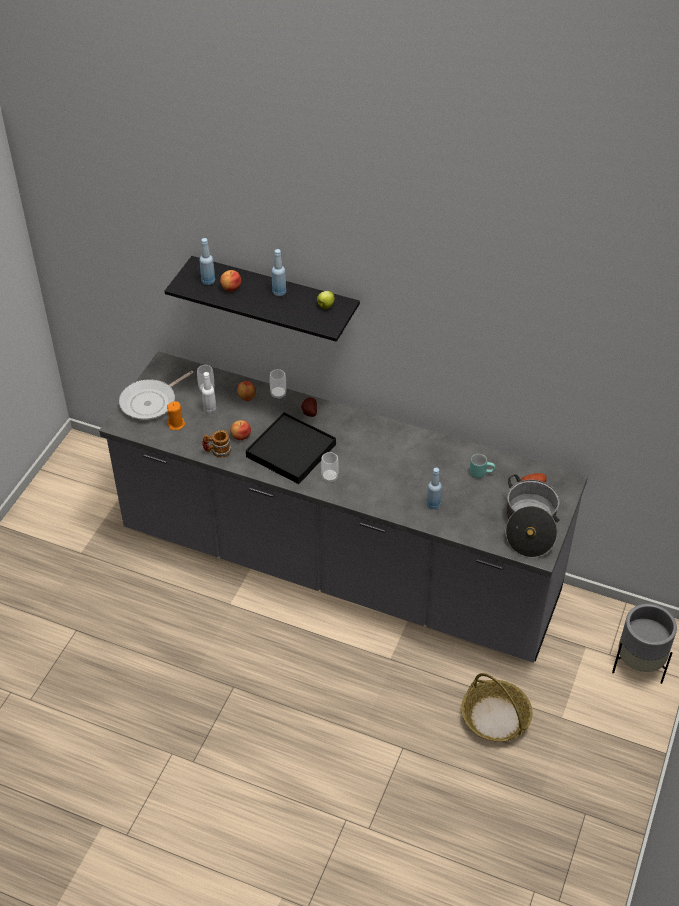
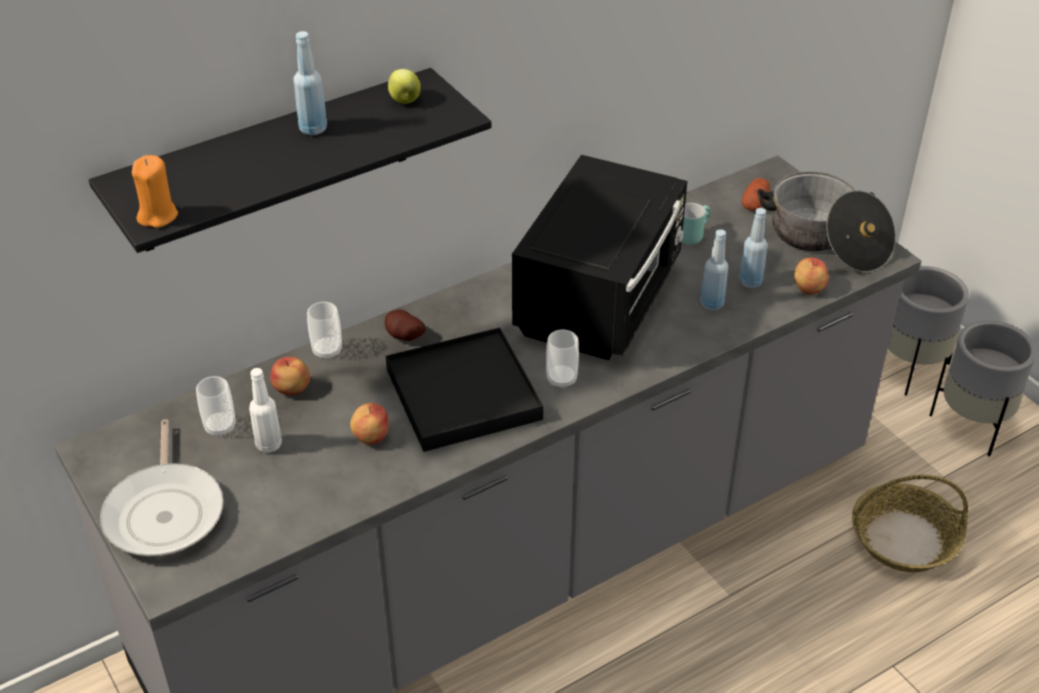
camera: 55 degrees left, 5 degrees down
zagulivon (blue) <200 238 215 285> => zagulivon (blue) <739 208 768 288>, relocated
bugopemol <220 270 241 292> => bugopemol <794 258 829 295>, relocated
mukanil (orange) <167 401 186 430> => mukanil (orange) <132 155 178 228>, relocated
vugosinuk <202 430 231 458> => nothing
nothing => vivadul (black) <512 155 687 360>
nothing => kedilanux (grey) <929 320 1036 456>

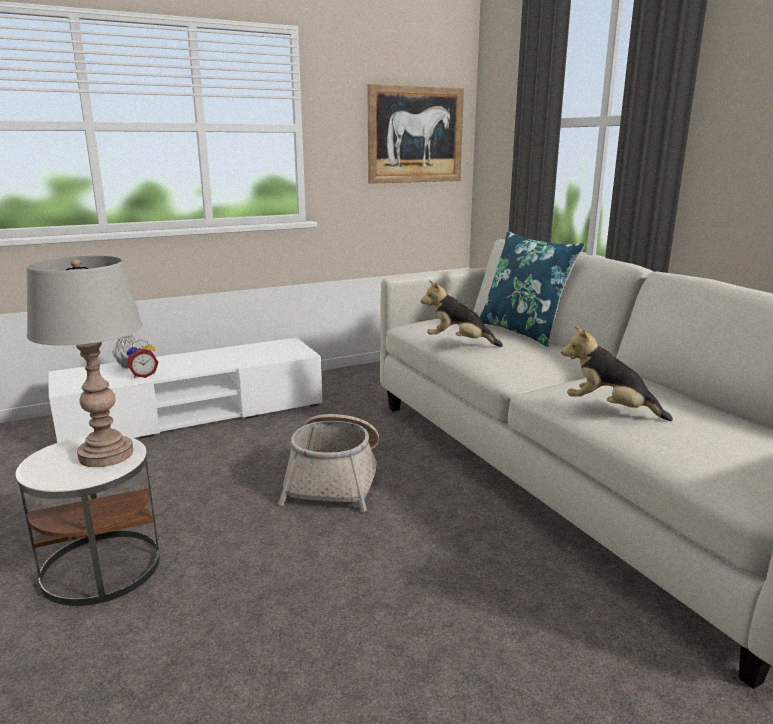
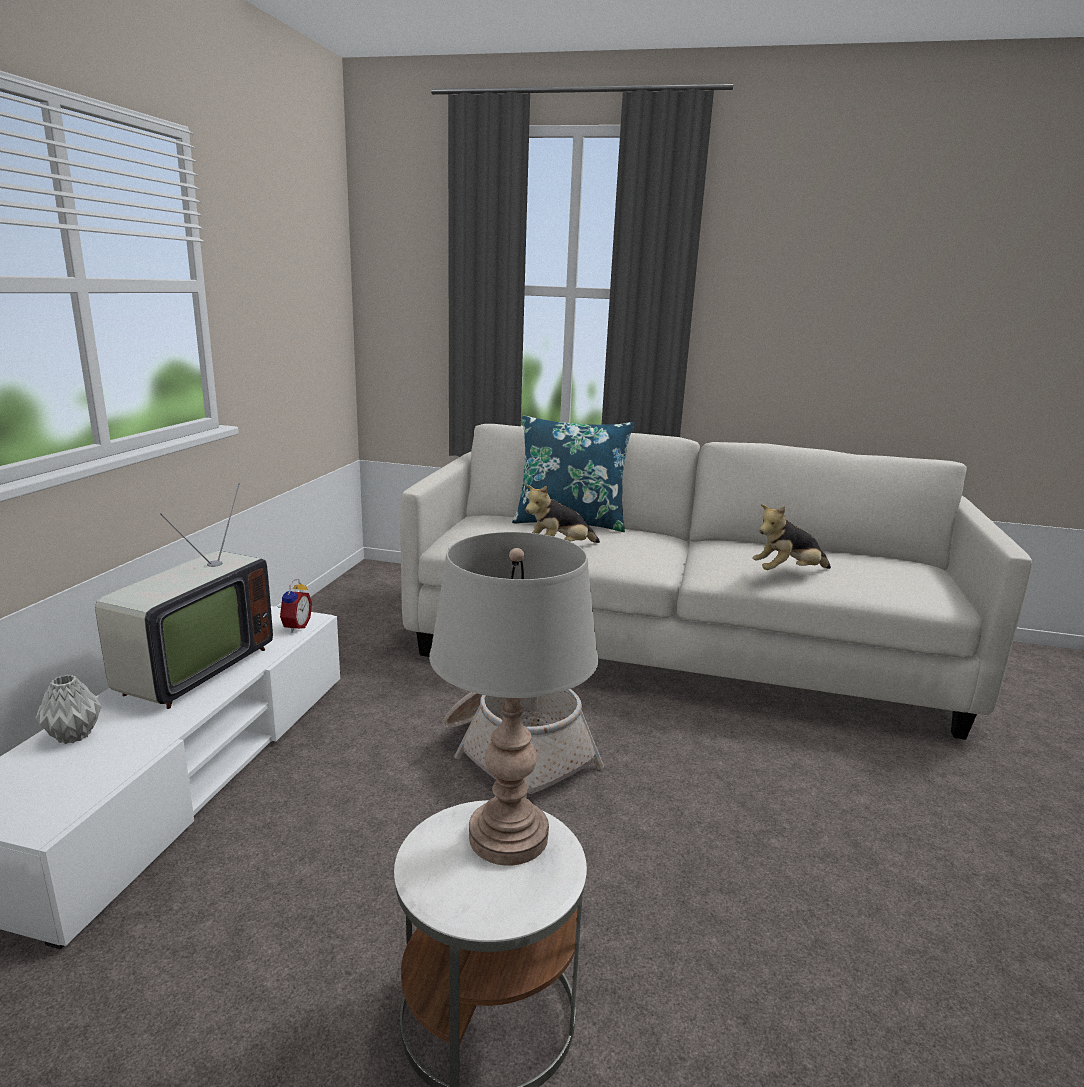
camera: 50 degrees left, 0 degrees up
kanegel <367 84 464 184> => nothing
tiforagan <127 340 158 378> => tiforagan <280 579 312 633>, relocated
nothing => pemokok <95 483 273 709>

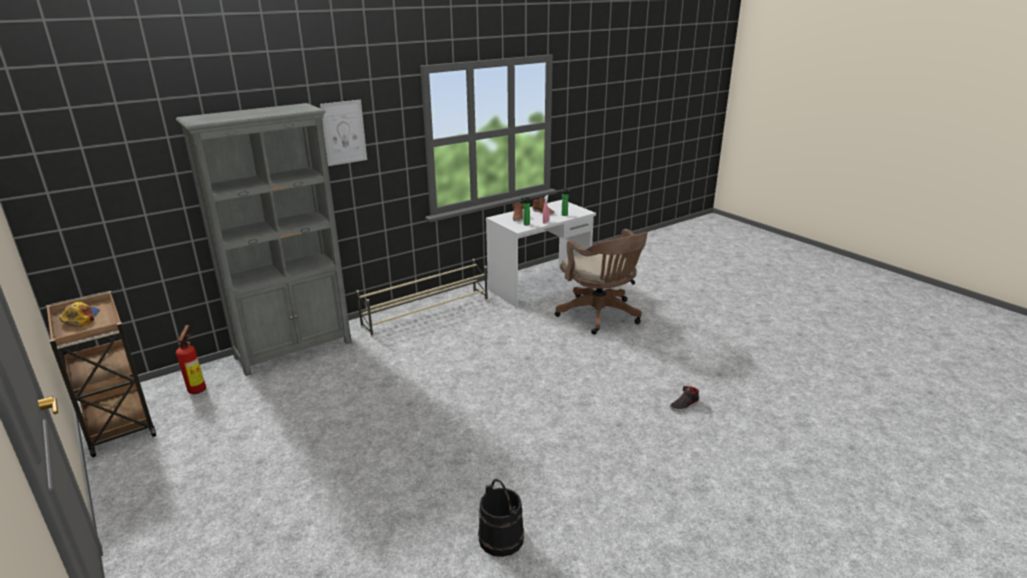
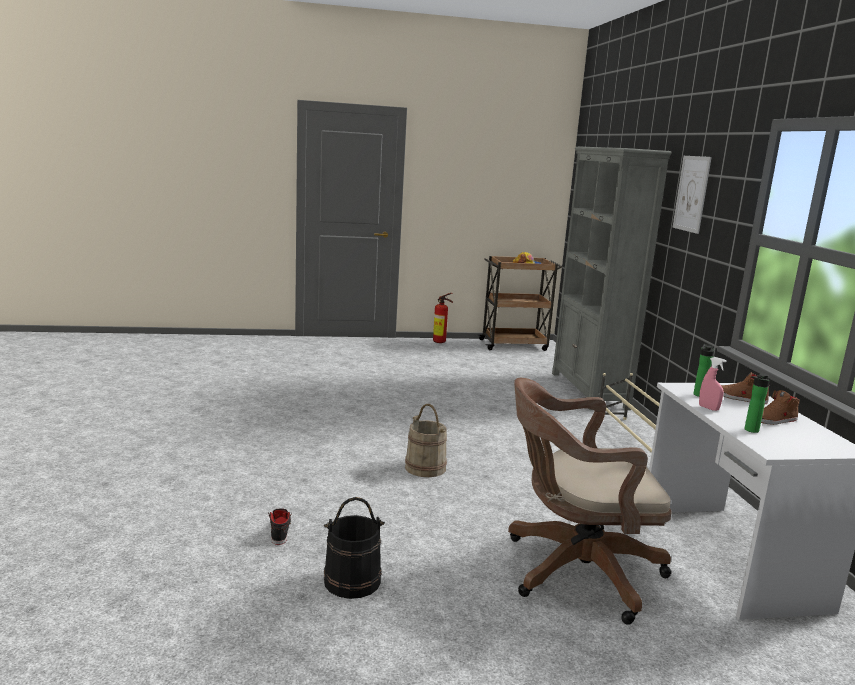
camera: 115 degrees right, 10 degrees down
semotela <175 325 206 394> => semotela <433 293 453 343>, relocated
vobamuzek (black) <478 479 524 557> => vobamuzek (black) <324 497 385 599>, relocated
nothing => vobamuzek (beige) <405 404 447 477>

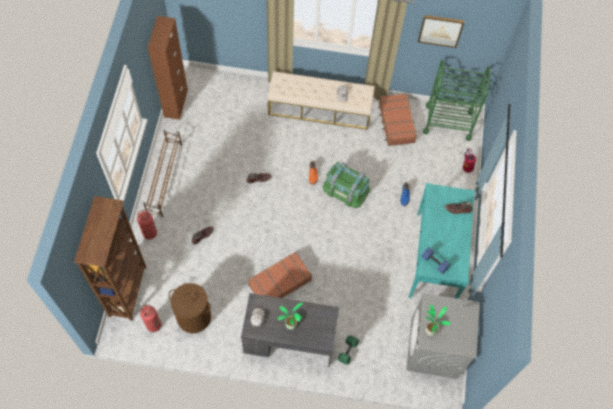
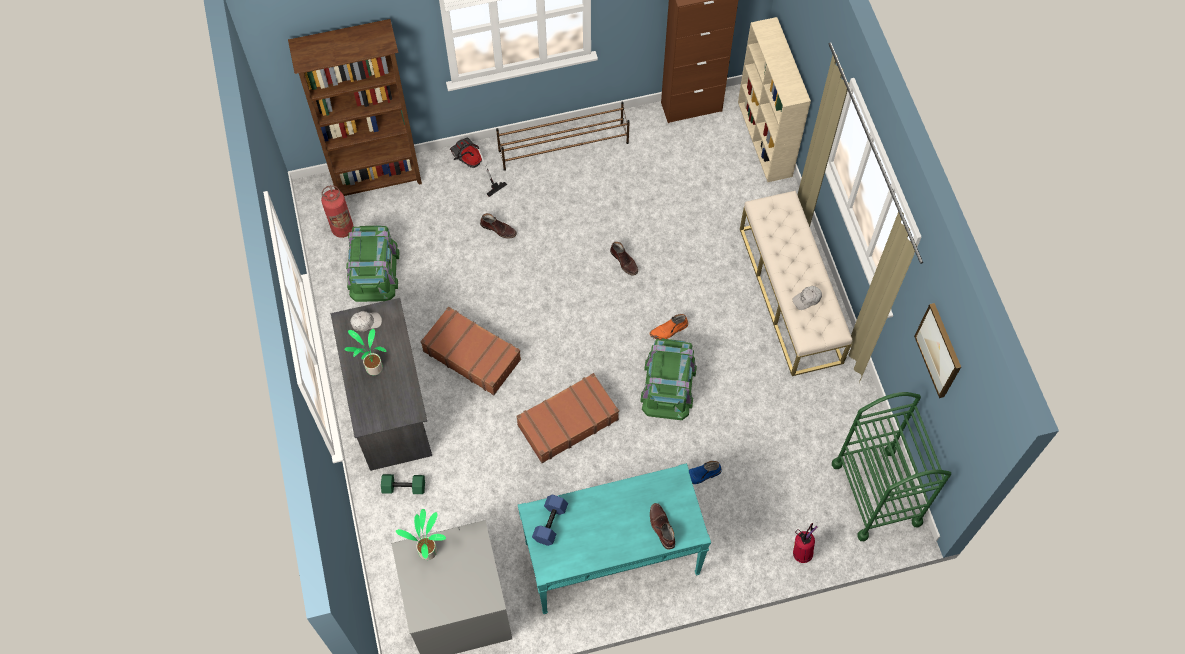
camera: 70 degrees right, 0 degrees up
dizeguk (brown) <378 94 417 146> => dizeguk (brown) <516 373 619 463>, relocated
semotela <137 210 157 240> => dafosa <450 138 507 197>
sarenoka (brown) <168 283 211 333> => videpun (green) <346 226 399 302>
nothing => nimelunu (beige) <738 17 811 182>

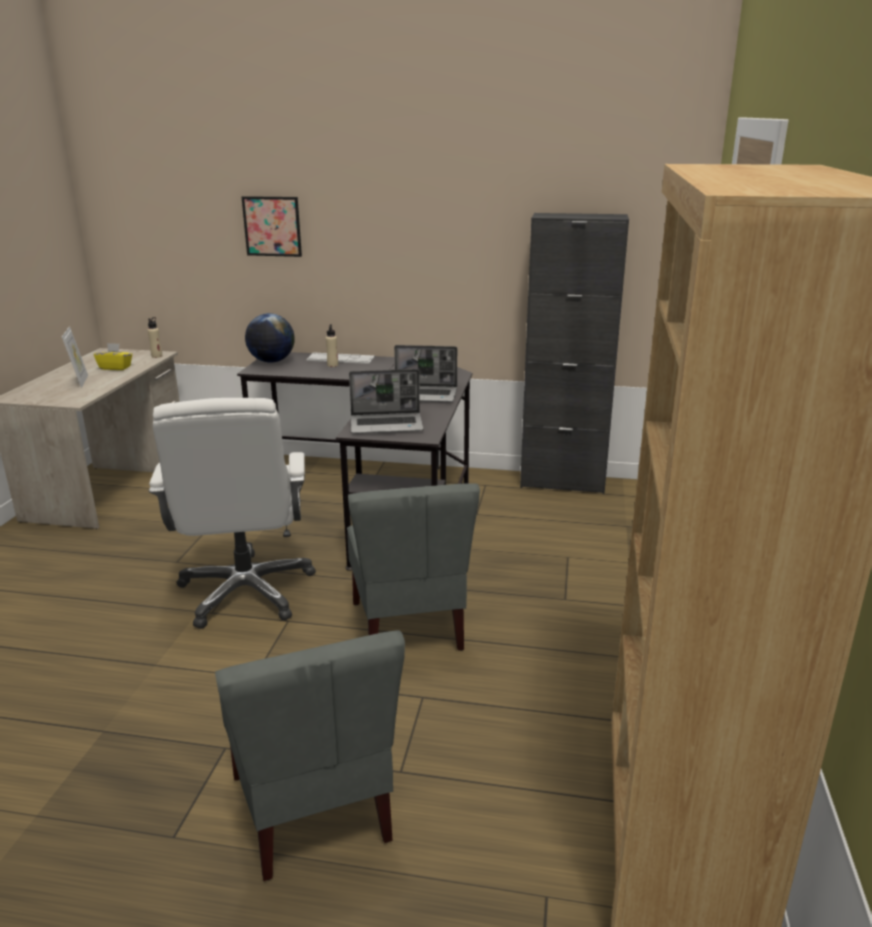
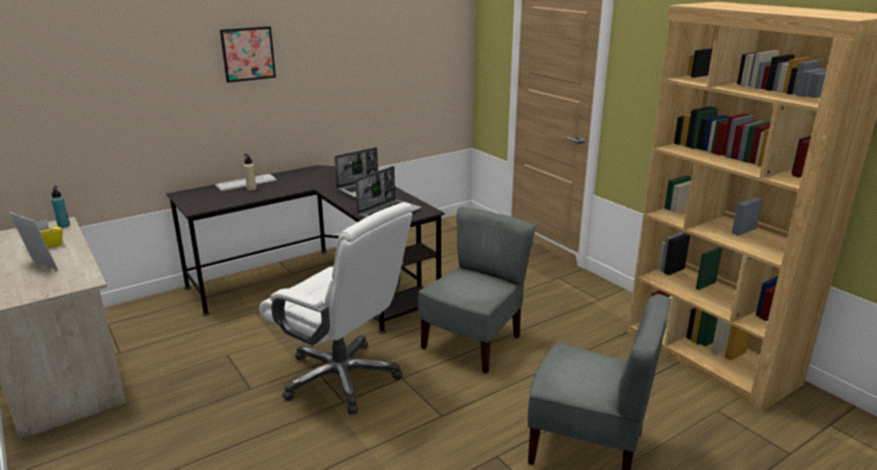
camera: 45 degrees left, 0 degrees up
kanegel <242 196 302 257> => kanegel <220 26 276 83>, relocated
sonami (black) <520 213 629 494> => nothing
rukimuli <245 313 295 363> => nothing
zagulivon (beige) <147 317 162 358> => zagulivon (turquoise) <51 186 70 228>
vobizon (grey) <347 483 480 651> => vobizon (grey) <418 207 536 373>, 90 degrees counterclockwise

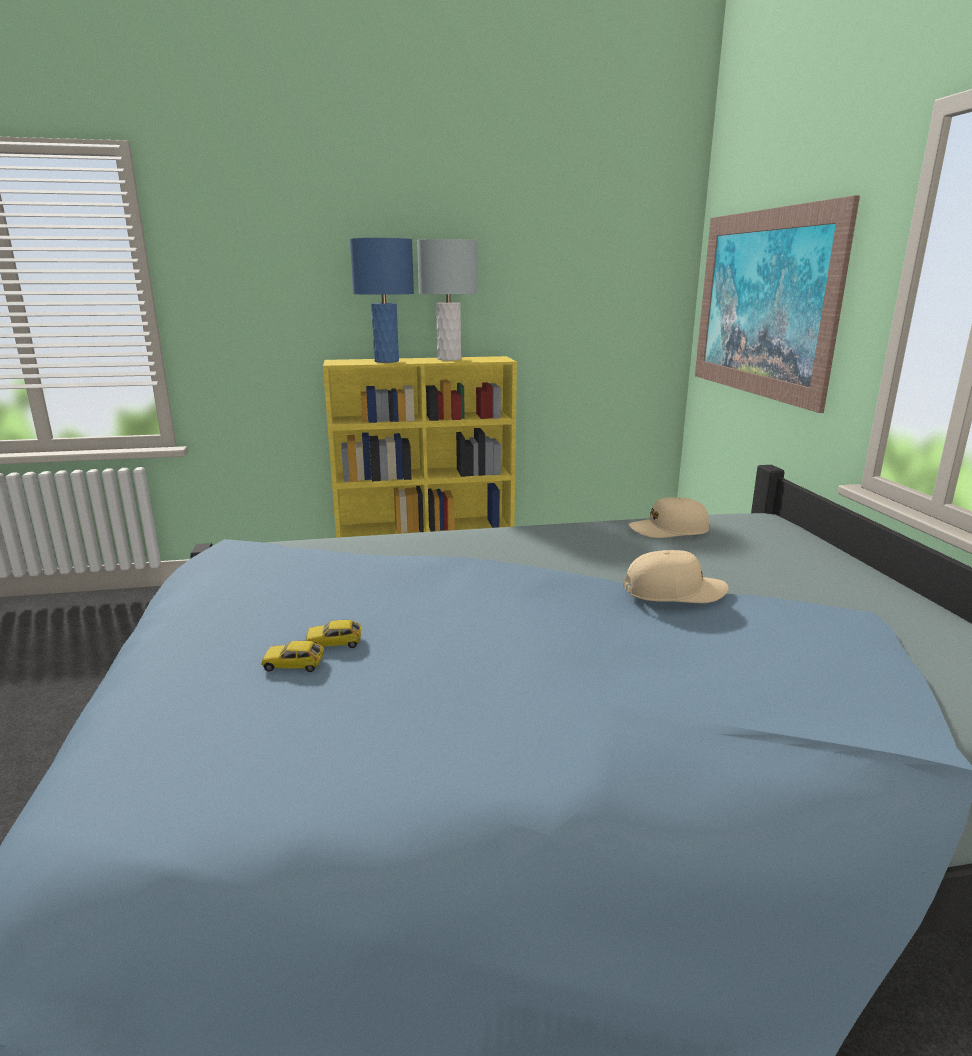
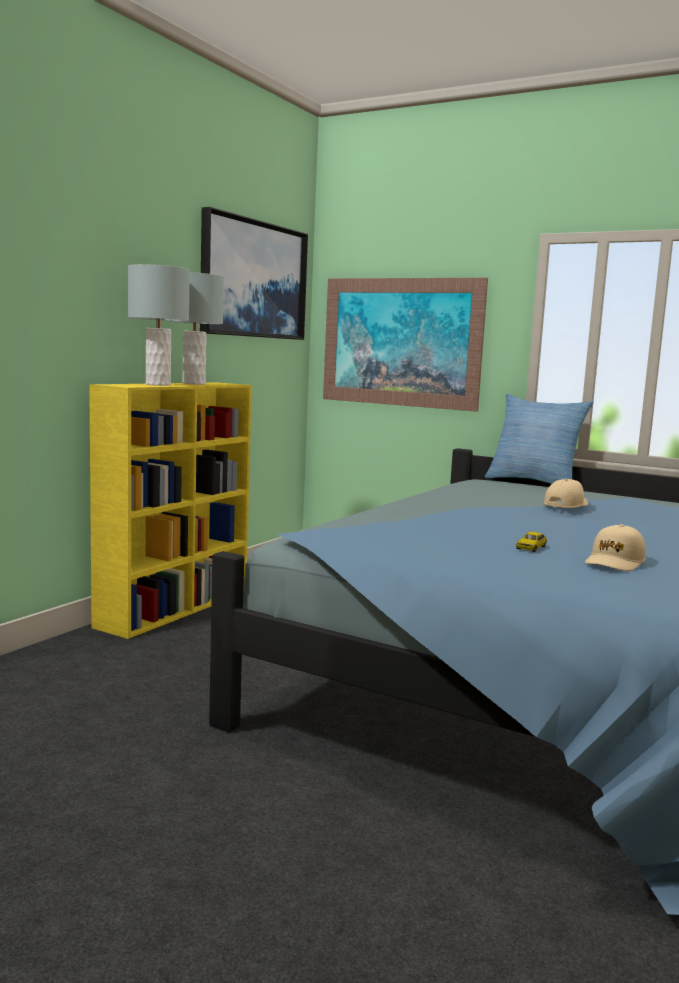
camera: 50 degrees left, 10 degrees down
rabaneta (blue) <350 238 414 363> => rabaneta (grey) <128 264 190 386>
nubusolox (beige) <628 497 710 538> => nubusolox (beige) <585 524 646 571>, relocated
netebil <261 641 324 672> => nothing
nothing => kanegel <200 207 308 340>
nothing => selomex <485 394 594 484>

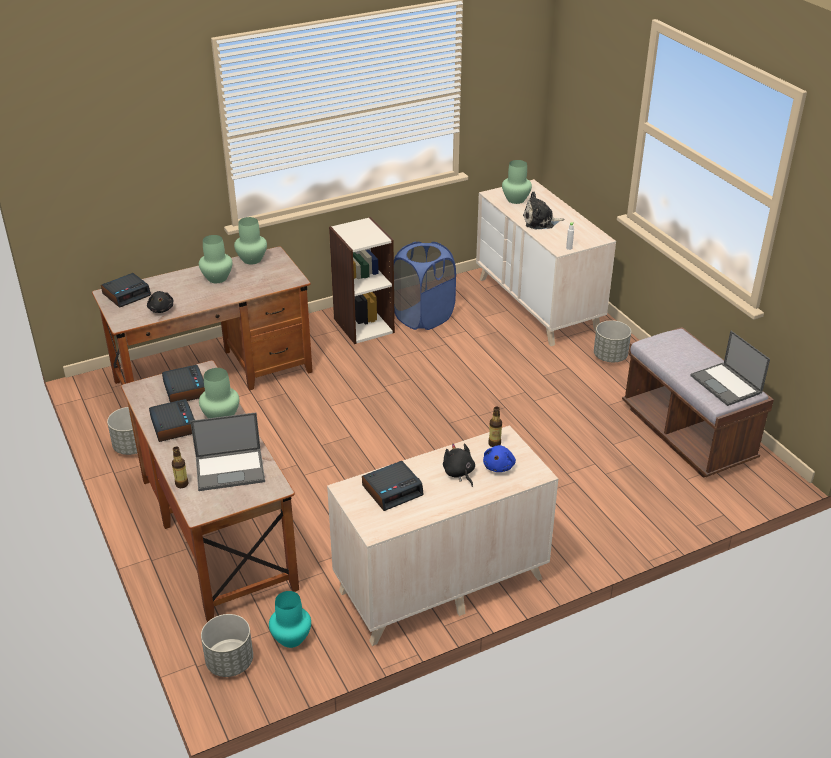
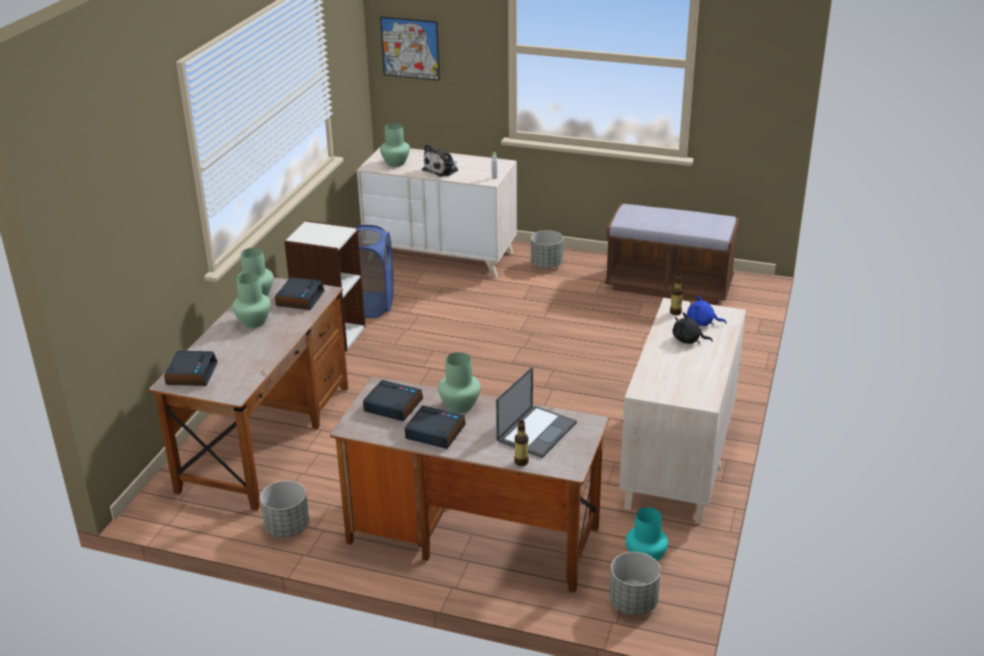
camera: 45 degrees left, 5 degrees down
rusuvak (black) <147 291 174 313> => nothing
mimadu <690 331 770 406> => nothing
rusuvak (blue) <483 445 516 472> => rusuvak (blue) <687 295 727 326>, 135 degrees clockwise
tiforagan <362 461 424 511> => tiforagan <275 277 325 310>, relocated
nothing => kanegel <380 17 440 81>

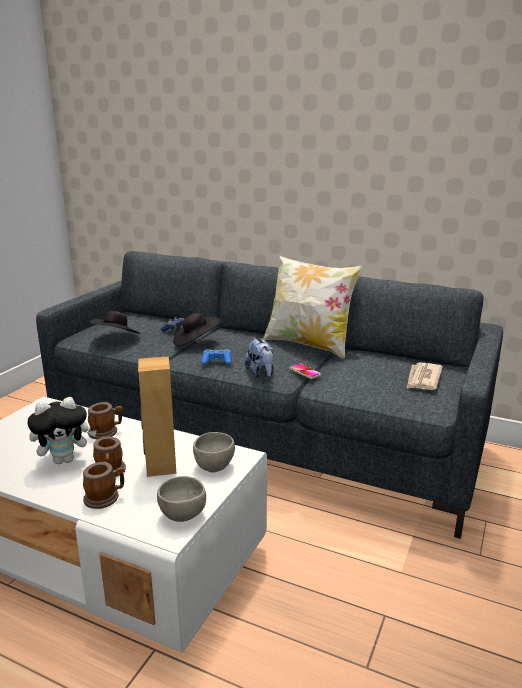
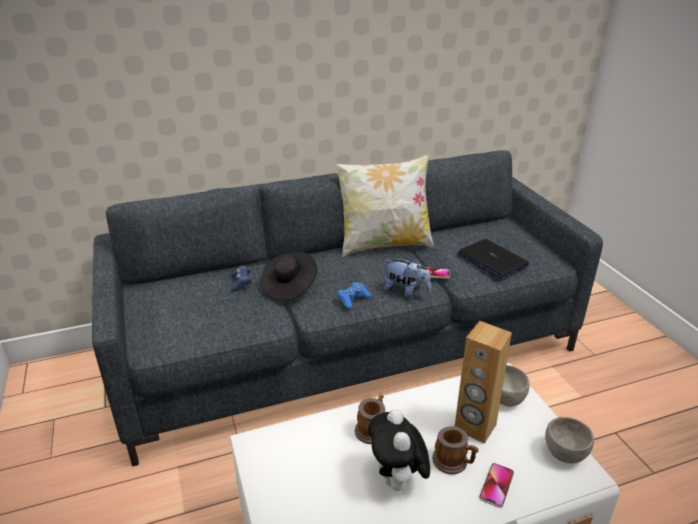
camera: 45 degrees left, 10 degrees up
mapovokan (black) <90 311 141 334> => nothing
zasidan <407 363 443 390> => nothing
rusuvak <28 397 97 464> => rusuvak <368 409 430 494>, 150 degrees clockwise
vugosinuk <83 462 125 509> => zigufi <479 463 514 508>
nothing => mimadu <458 239 529 279>

